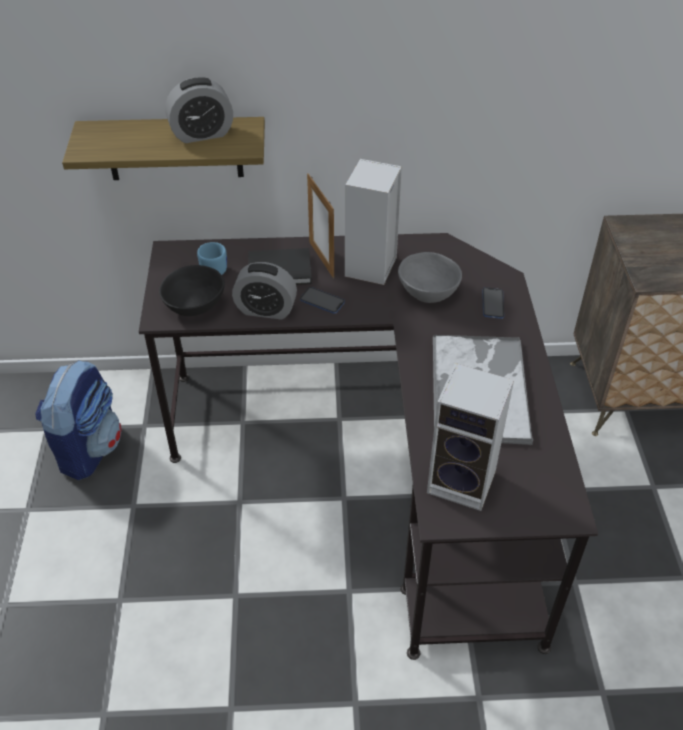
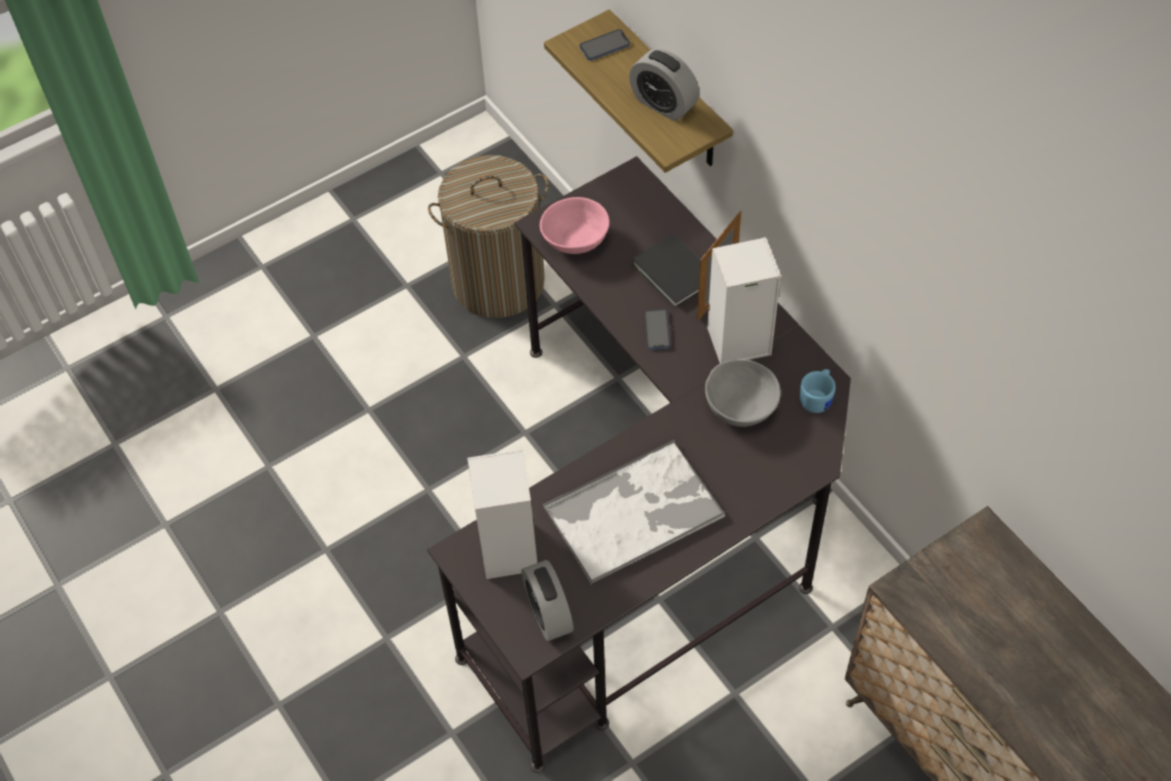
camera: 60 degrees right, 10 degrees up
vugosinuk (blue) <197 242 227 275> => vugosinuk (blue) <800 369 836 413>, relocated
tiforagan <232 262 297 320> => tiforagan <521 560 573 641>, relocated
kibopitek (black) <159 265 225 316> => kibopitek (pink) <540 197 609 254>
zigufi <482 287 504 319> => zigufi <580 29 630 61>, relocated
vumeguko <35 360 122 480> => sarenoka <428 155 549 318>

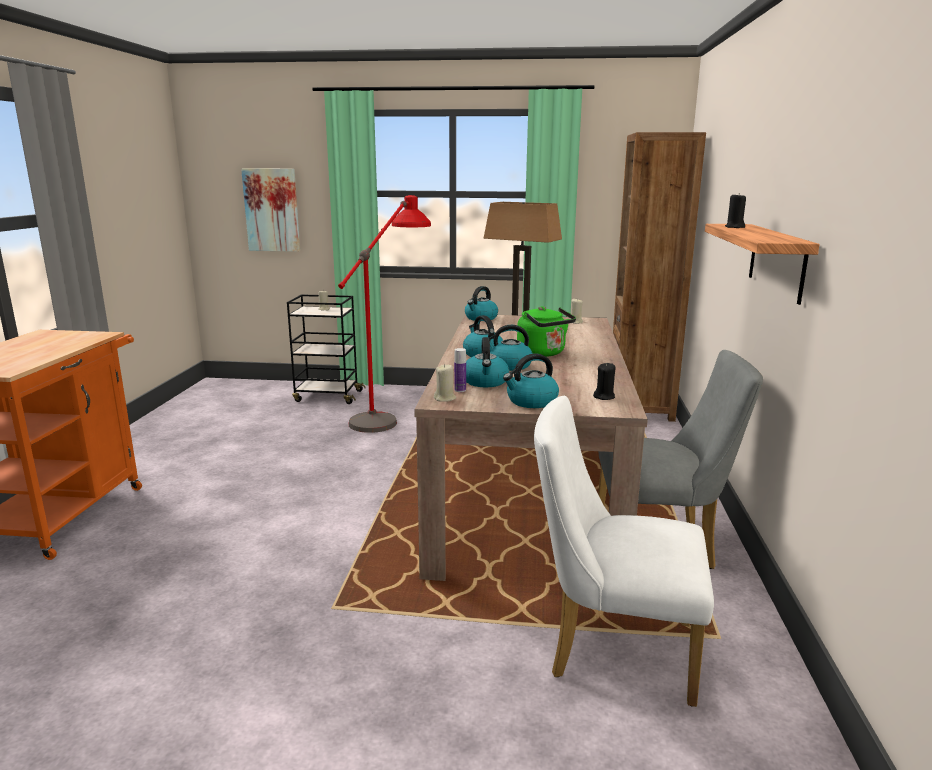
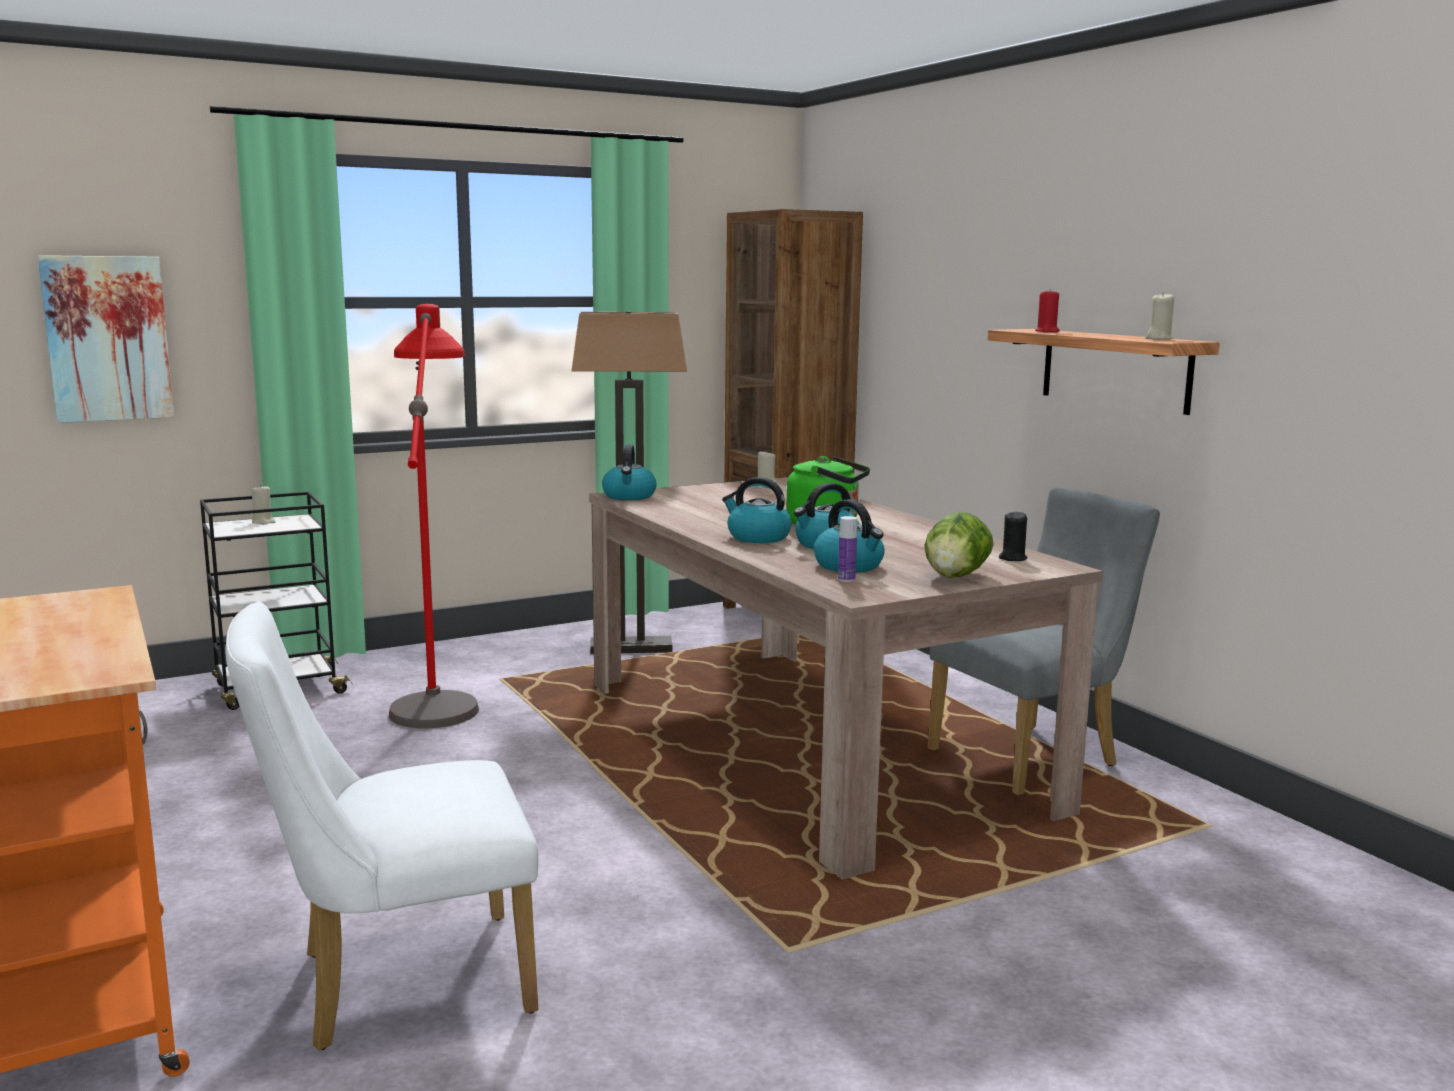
camera: 35 degrees left, 5 degrees down
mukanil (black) <725 193 746 228> => mukanil (red) <1035 289 1060 333>
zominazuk <503 353 559 408> => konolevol <925 512 994 578>
mukanil (beige) <434 364 456 402> => mukanil (beige) <1145 292 1174 340>, relocated
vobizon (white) <534 396 714 707> => vobizon (white) <226 602 538 1051>, relocated

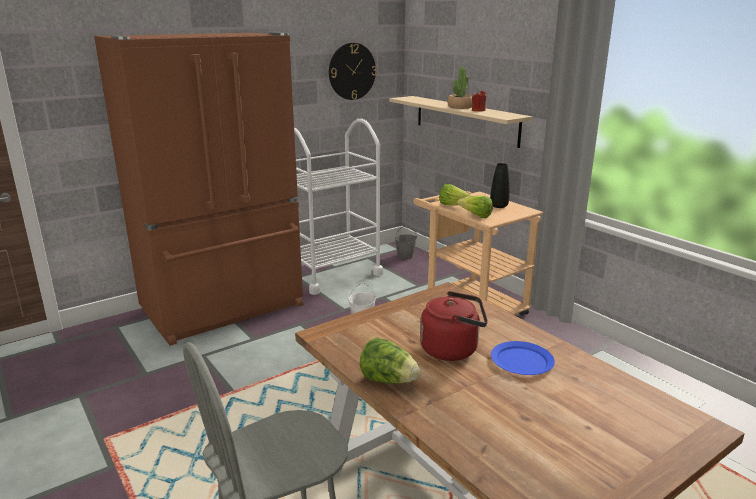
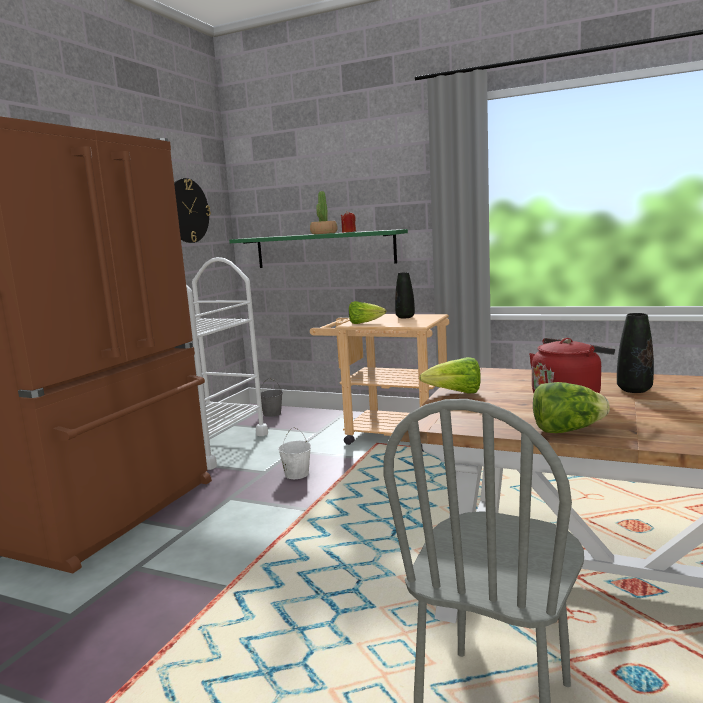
camera: 30 degrees left, 10 degrees down
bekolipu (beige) <389 96 532 148> => bekolipu (green) <229 229 408 268>
konolevol <457 196 493 218> => konolevol <419 357 481 394>, relocated
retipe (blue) <491 341 555 375> => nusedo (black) <617 313 654 393>

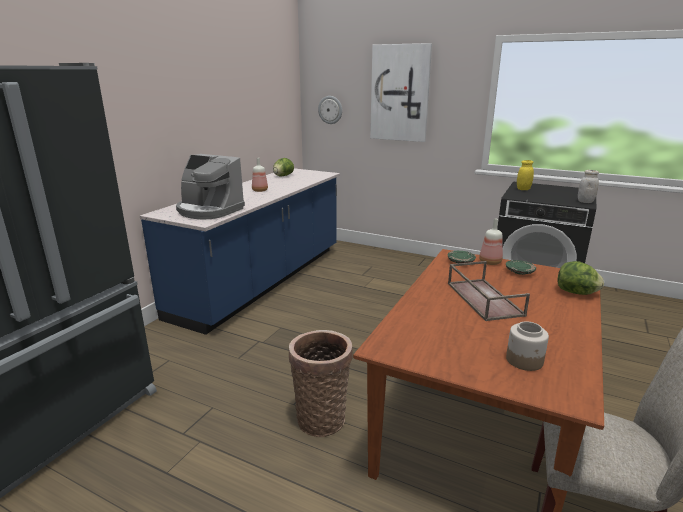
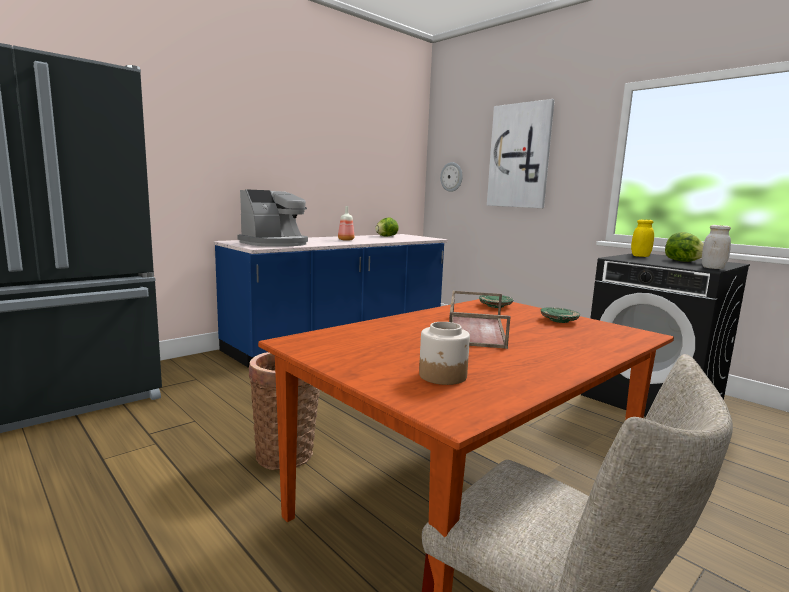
camera: 20 degrees right, 10 degrees down
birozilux <176 154 245 220> => birozilux <237 189 308 247>, 90 degrees counterclockwise
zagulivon <479 219 503 265> => nothing
konolevol <558 261 604 295> => konolevol <665 232 704 262>, relocated

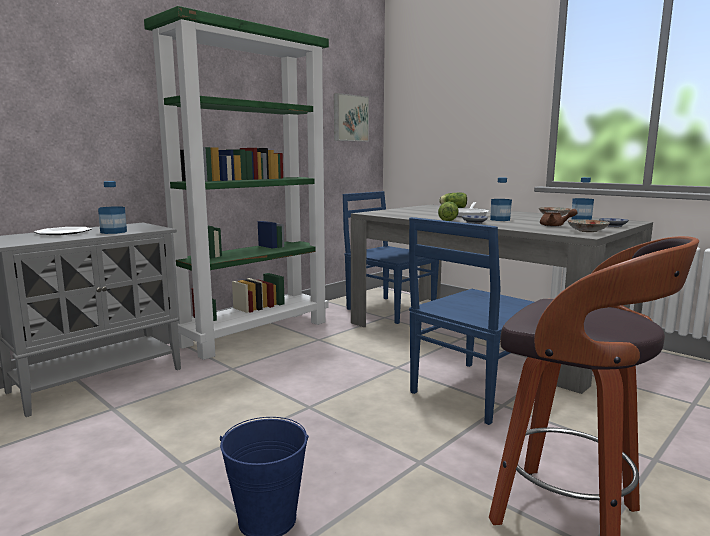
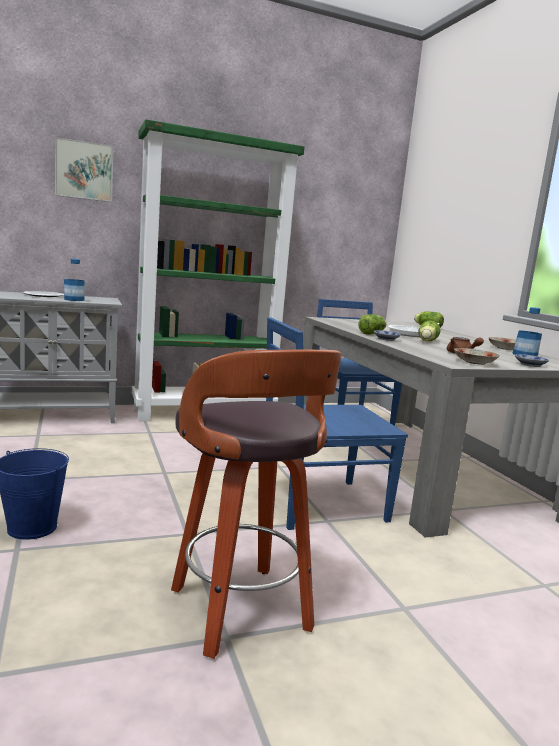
camera: 25 degrees right, 0 degrees up
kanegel <334 93 369 142> => kanegel <55 137 113 202>, relocated
zagulivon <490 178 512 221> => konolevol <418 321 441 341>

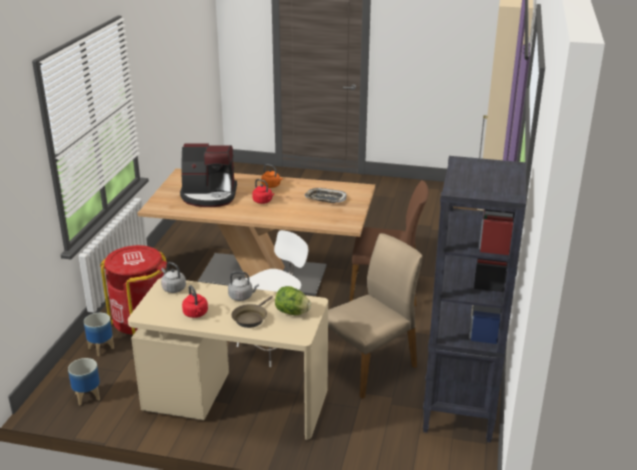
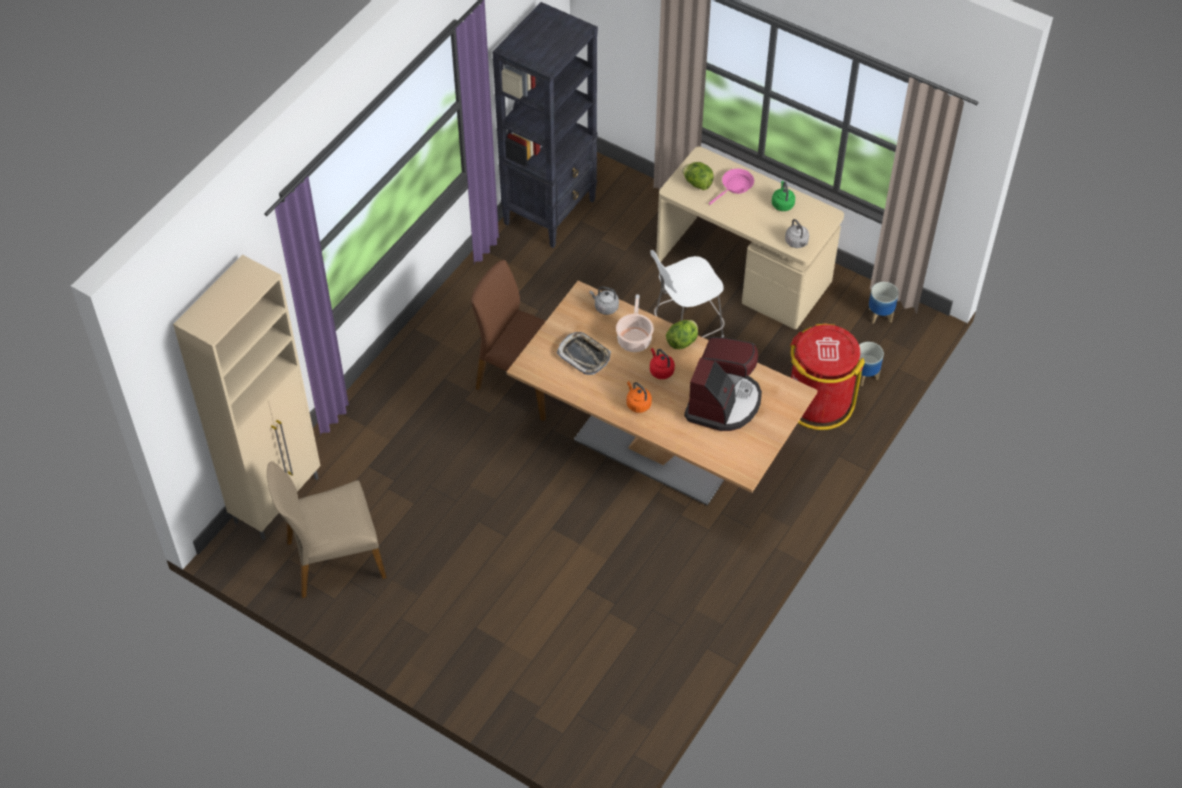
camera: 160 degrees left, 25 degrees up
birozilux <180 143 237 207> => birozilux <684 337 762 431>, 90 degrees clockwise
vobizon (beige) <328 233 422 399> => vobizon (beige) <267 461 387 598>, relocated
zominazuk (grey) <228 271 259 301> => zominazuk (grey) <590 286 619 315>, relocated
zominazuk (red) <182 285 208 318> => zominazuk (green) <772 181 795 211>
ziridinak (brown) <231 296 273 328> => ziridinak (pink) <709 169 754 205>
nothing => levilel <616 294 654 352>
nothing => konolevol <666 320 698 349>

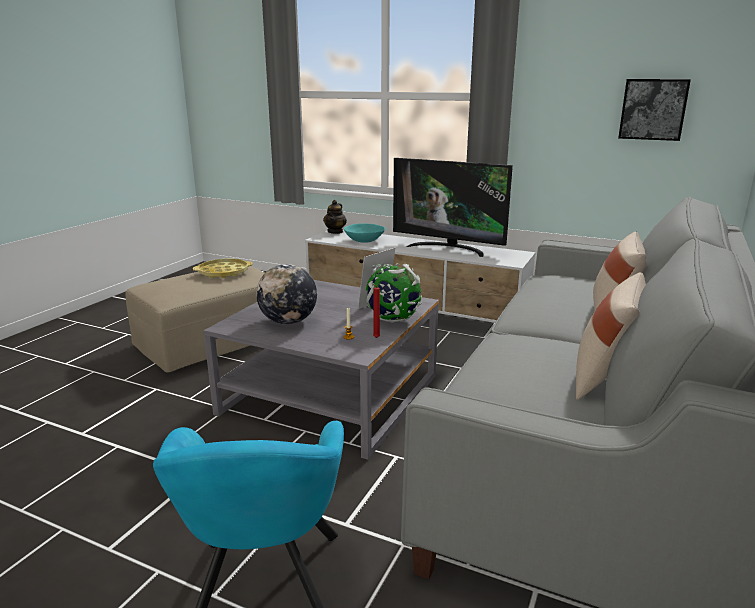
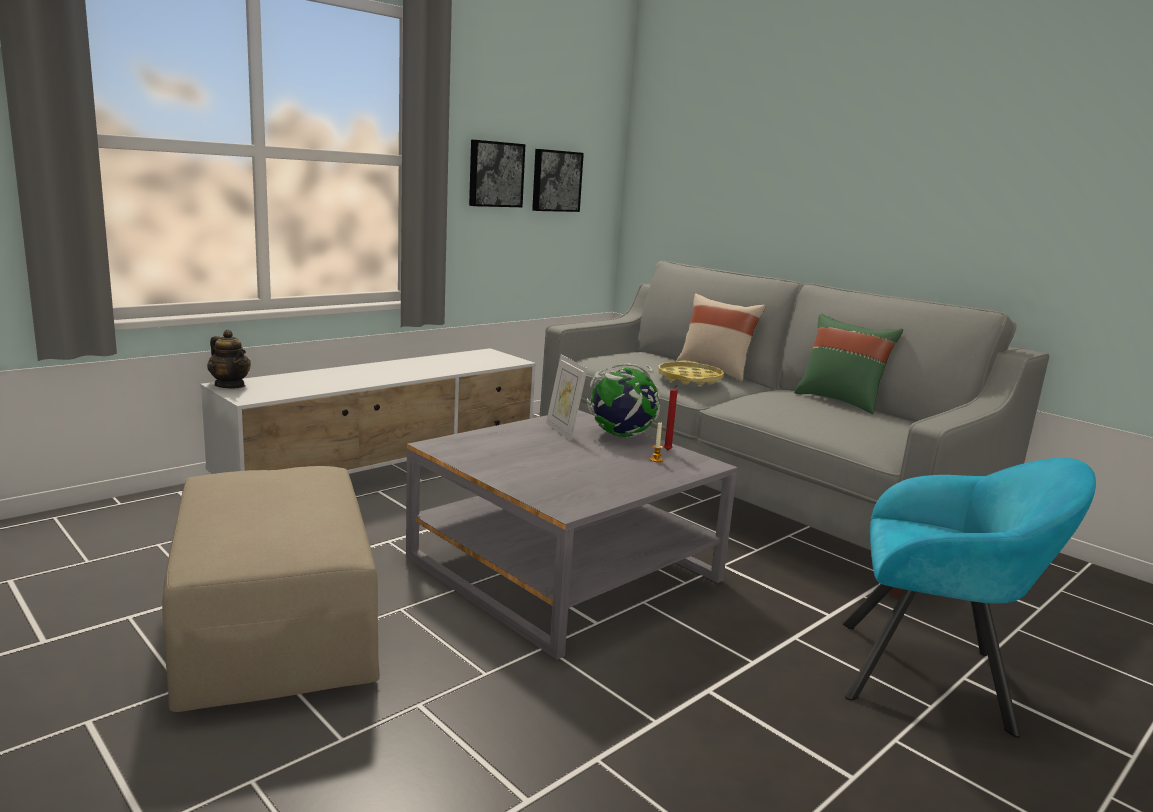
camera: 70 degrees left, 5 degrees down
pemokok <393 158 513 257> => nothing
kibopitek (turquoise) <344 223 385 243> => nothing
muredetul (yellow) <193 259 253 278> => muredetul (yellow) <658 361 724 385>, relocated
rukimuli <256 264 317 324> => nothing
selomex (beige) <576 272 646 400> => selomex (green) <794 314 903 414>
nothing => kanegel <469 140 525 207>

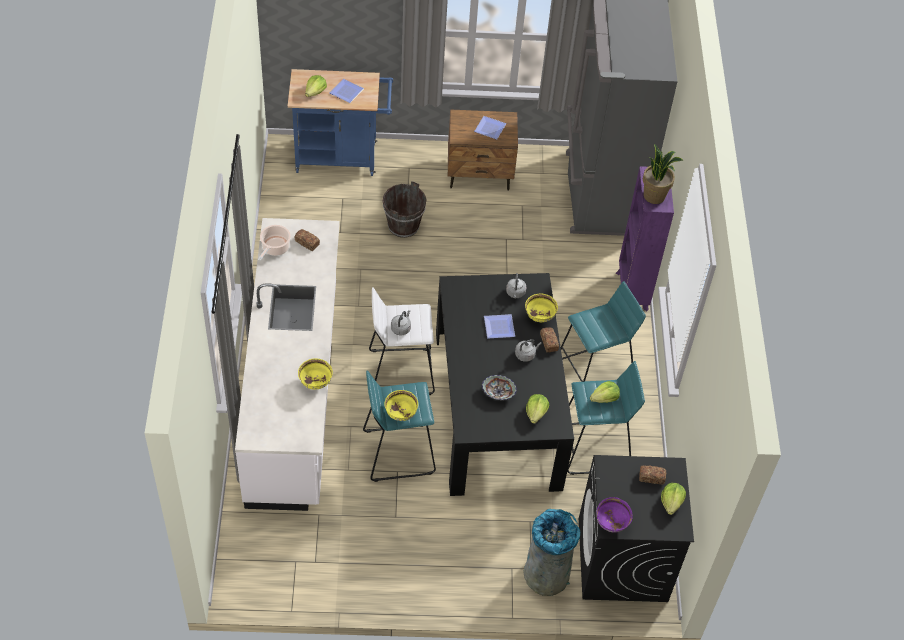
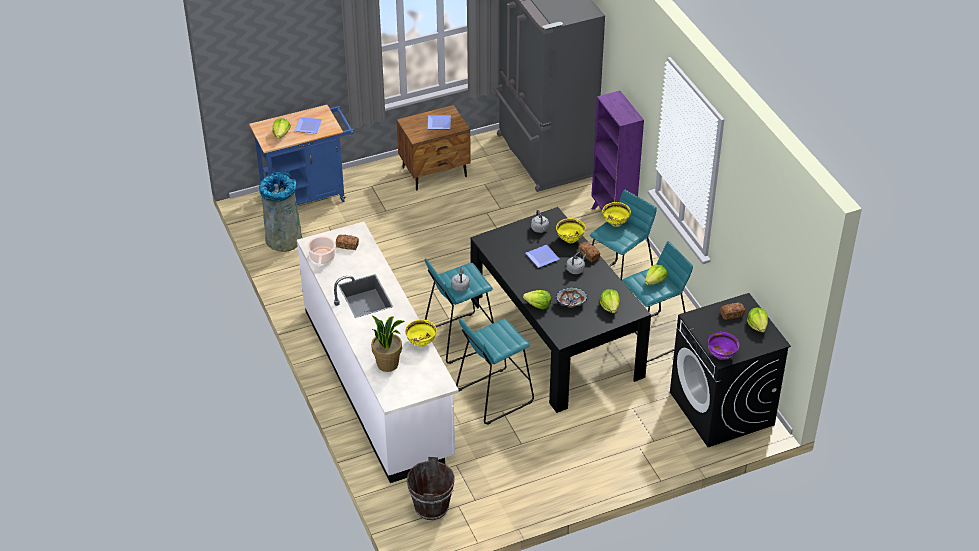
camera: 20 degrees left, 10 degrees down
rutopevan <643 144 684 204> => rutopevan <371 316 405 372>, relocated
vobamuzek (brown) <382 181 427 238> => vobamuzek (brown) <407 457 455 520>, relocated
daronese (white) <369 287 435 395> => daronese (turquoise) <425 258 494 364>
kibopitek (yellow) <384 390 418 421> => kibopitek (yellow) <602 202 631 227>, relocated
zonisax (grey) <523 509 580 596> => zonisax (grey) <259 172 302 252>, relocated
nothing => konolevol <523 290 551 309>

